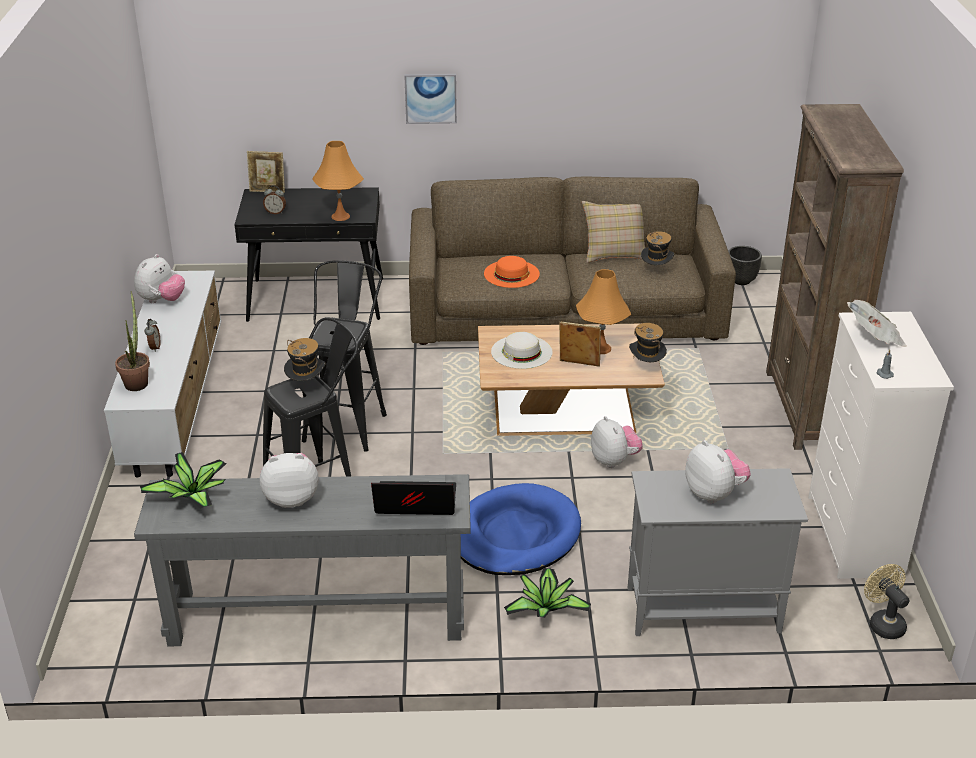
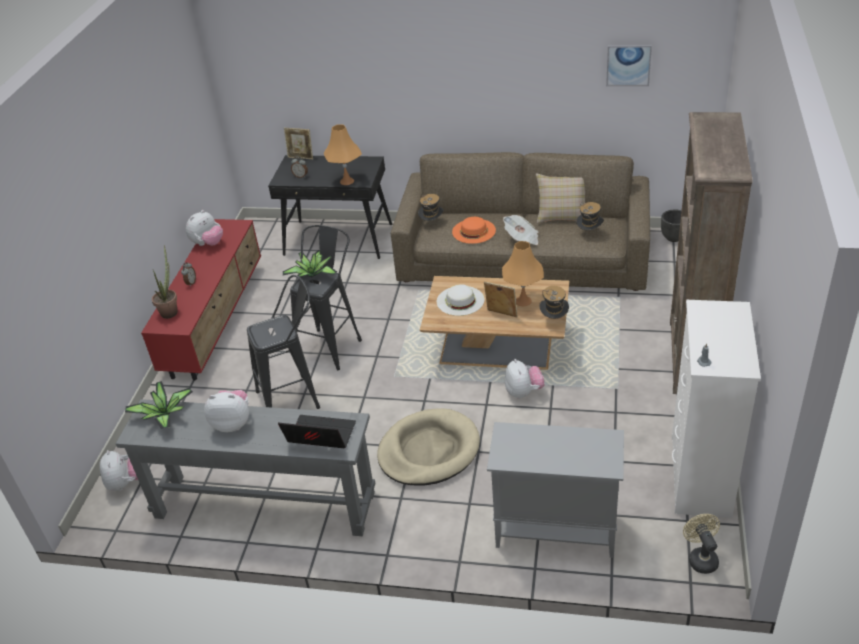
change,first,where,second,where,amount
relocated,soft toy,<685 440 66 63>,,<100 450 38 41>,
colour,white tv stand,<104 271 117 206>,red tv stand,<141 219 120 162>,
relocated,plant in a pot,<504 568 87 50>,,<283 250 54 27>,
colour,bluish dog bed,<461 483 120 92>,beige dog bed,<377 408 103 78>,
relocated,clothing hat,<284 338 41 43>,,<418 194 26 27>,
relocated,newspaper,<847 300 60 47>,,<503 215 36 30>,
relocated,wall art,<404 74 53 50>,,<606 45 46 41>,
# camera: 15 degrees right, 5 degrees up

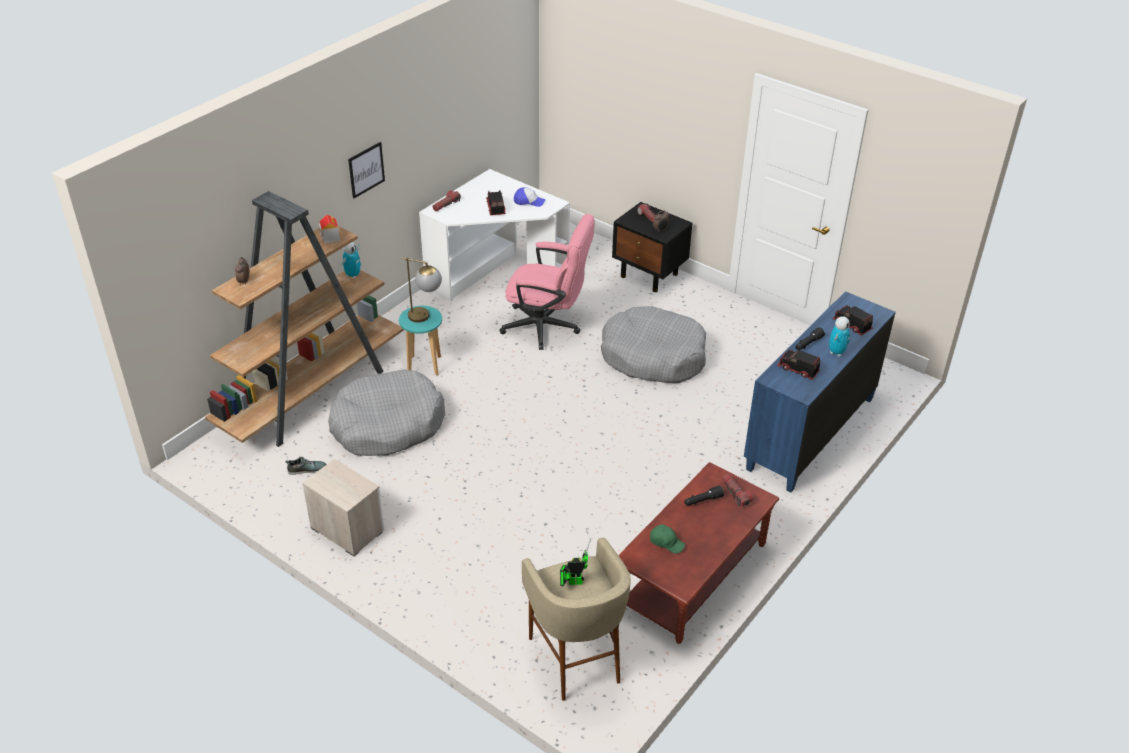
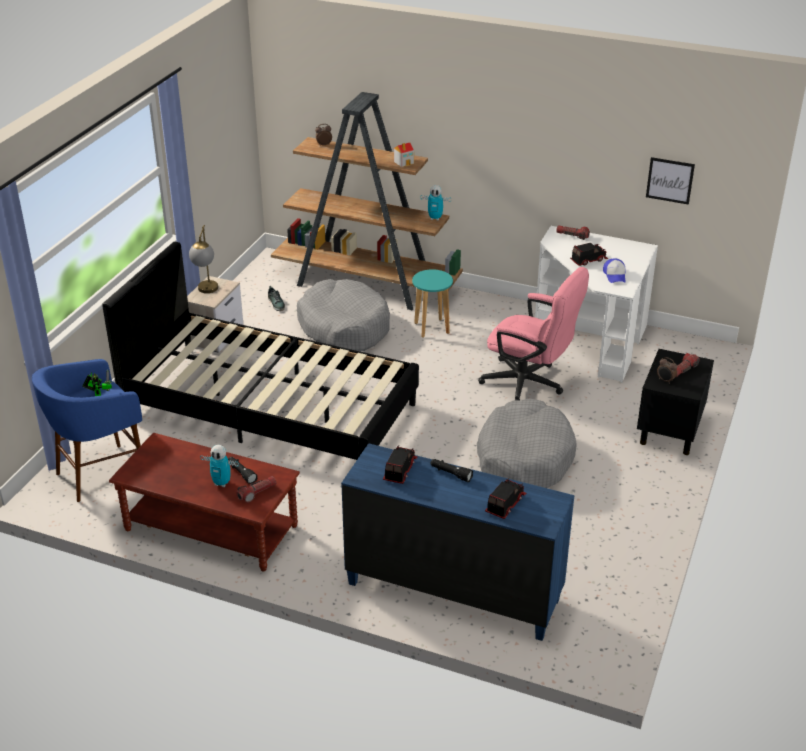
change,first,where,second,where,amount
colour,beige sitting stool,<522 538 109 163>,bluish sitting stool,<32 359 110 143>,
appeared,,,black bedroom bed,<102 242 317 218>,
relocated,lamp for a table,<401 257 41 66>,,<189 225 29 68>,
relocated,model robot,<829 316 21 40>,,<200 445 39 42>,
spun,pink office chair,<499 214 96 136>,,<478 267 111 133>,60 degrees counterclockwise
relocated,wall art,<348 142 37 57>,,<646 157 49 48>,
missing,green cap,<650 524 35 30>,,,
# camera: 75 degrees right, 5 degrees down

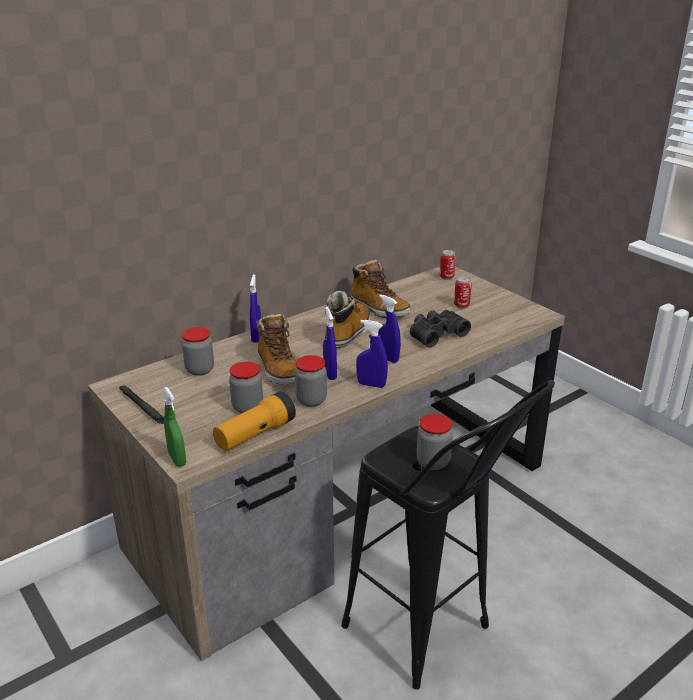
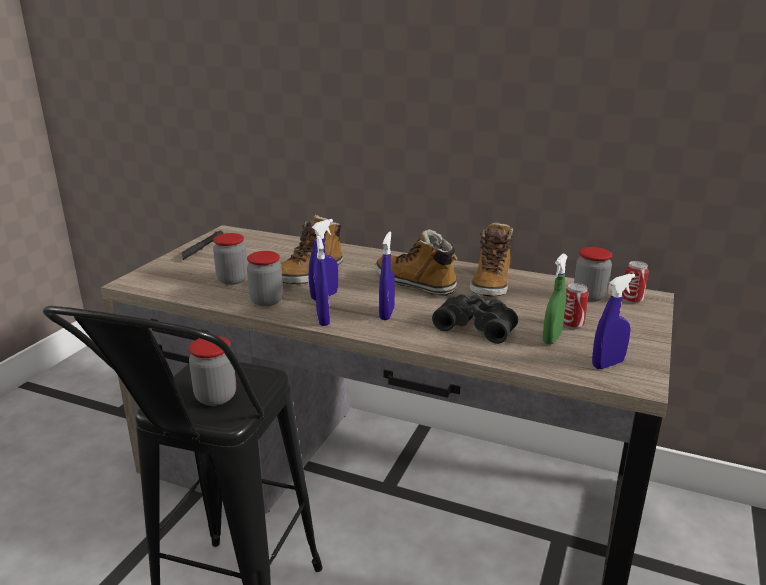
change,first,where,second,where,amount
spun,tall boot,<325 291 46 57>,,<375 229 82 66>,135 degrees counterclockwise
relocated,green sprayer,<162 387 24 80>,,<543 254 25 91>,
relocated,preserve jar,<182 327 32 49>,,<574 247 38 55>,
relocated,bluish sprayer,<250 274 11 69>,,<592 273 43 96>,
missing,torch,<213 391 83 60>,,,
# camera: 60 degrees right, 5 degrees down

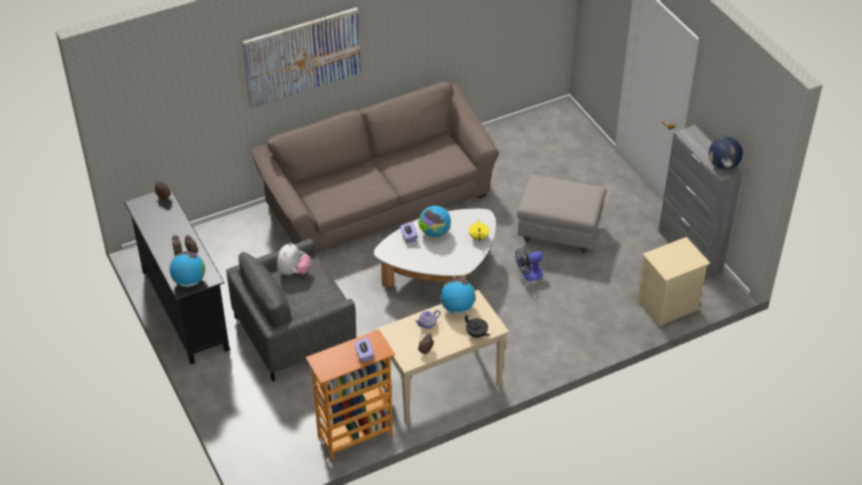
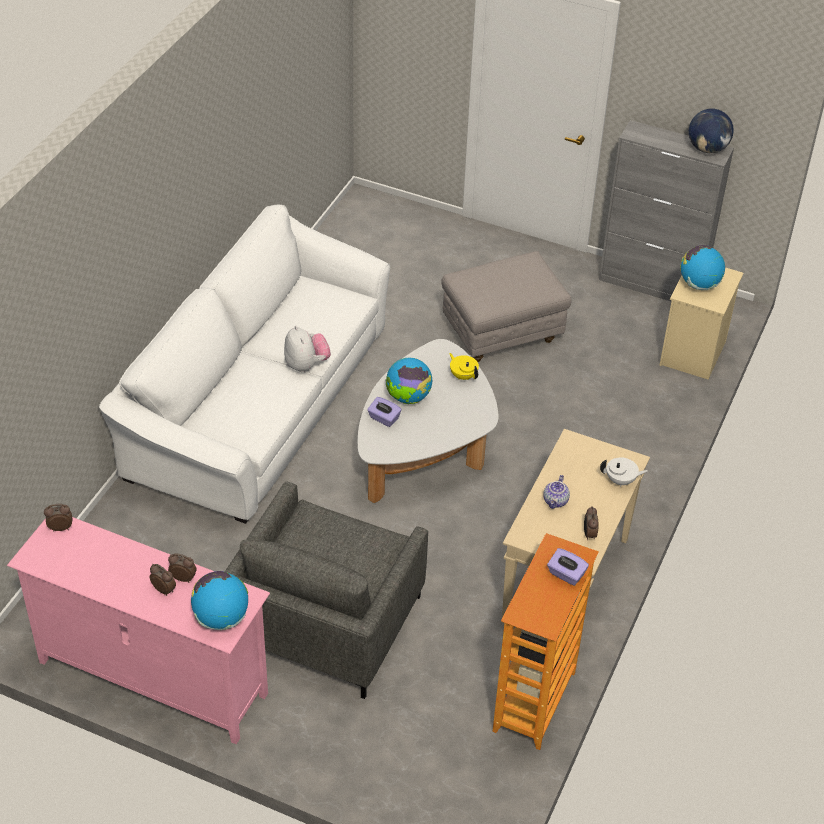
change,first,where,second,where,amount
colour,black tv stand,<124 187 106 178>,pink tv stand,<7 517 263 227>,
colour,brown-coloured sofa,<252 81 247 174>,white sofa,<99 205 291 319>,
relocated,soft toy,<277 242 34 33>,,<284 326 47 46>,
colour,black tea pot,<465 315 25 23>,white tea pot,<600 457 48 30>,
relocated,desk globe,<440 278 36 36>,,<681 245 44 45>,
missing,wall art,<242 7 119 101>,,,
missing,electric fan,<515 248 28 33>,,,
# camera: 40 degrees left, 0 degrees up

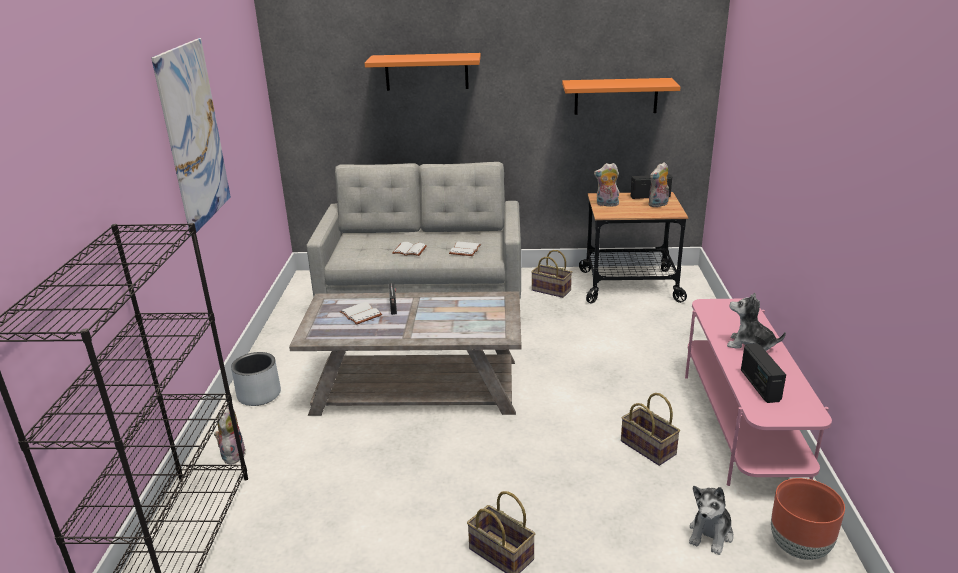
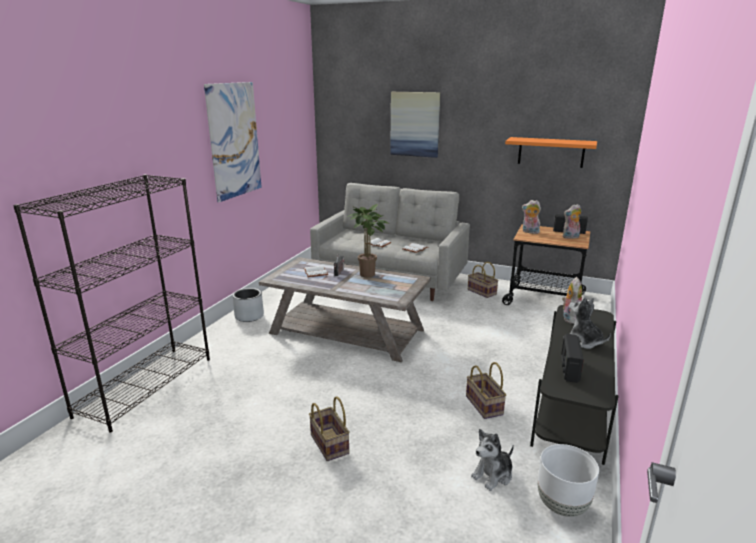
change,first,where,second,where,amount
appeared,,,plant in a pot,<347 204 42 73>,
exchanged,orangey bracket shelf,<365 53 116 38>,wall art,<390 92 50 66>,
colour,pink tv stand,<685 299 147 187>,grey tv stand,<530 305 89 160>,
colour,brown-coloured flower pot,<771 478 74 82>,white flower pot,<538 444 61 73>,
relocated,soft toy,<214 405 32 60>,,<562 277 20 47>,
# camera: 20 degrees right, 5 degrees down

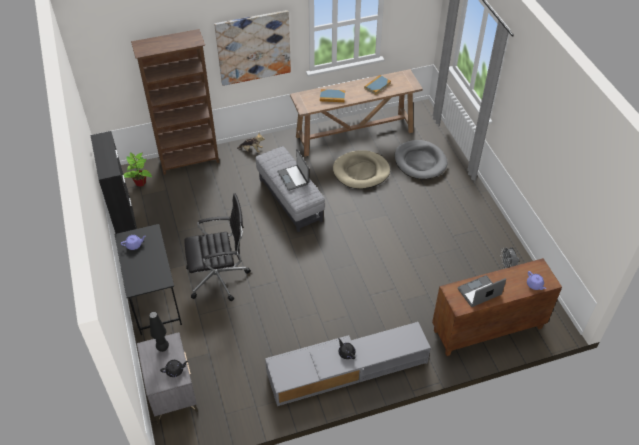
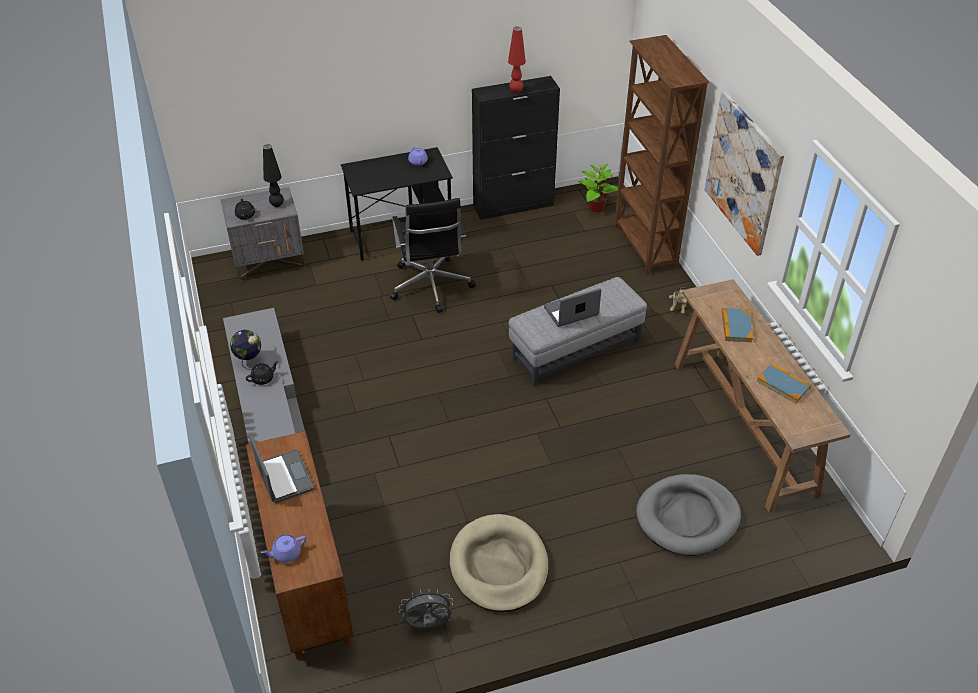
change,first,where,second,where,amount
appeared,,,desk globe,<230 330 31 40>,
relocated,beige dog bed,<333 150 57 39>,,<450 514 99 98>,
appeared,,,red lamp for a table,<508 27 18 66>,
# camera: 90 degrees right, 5 degrees down

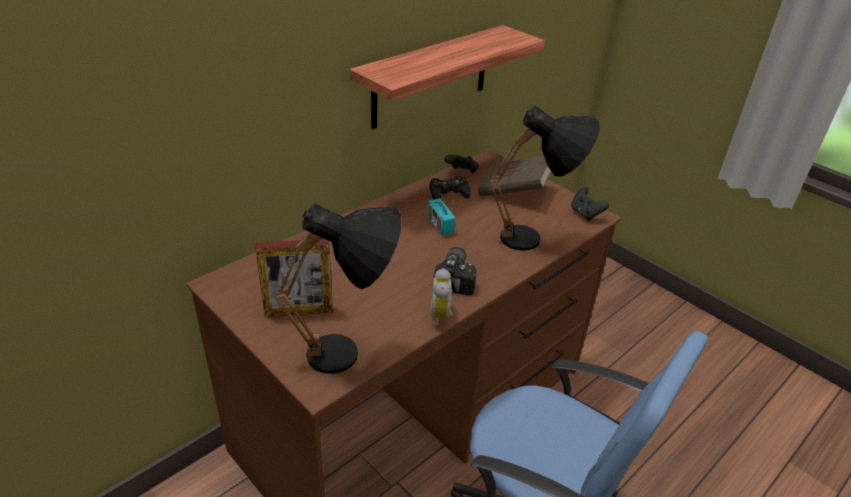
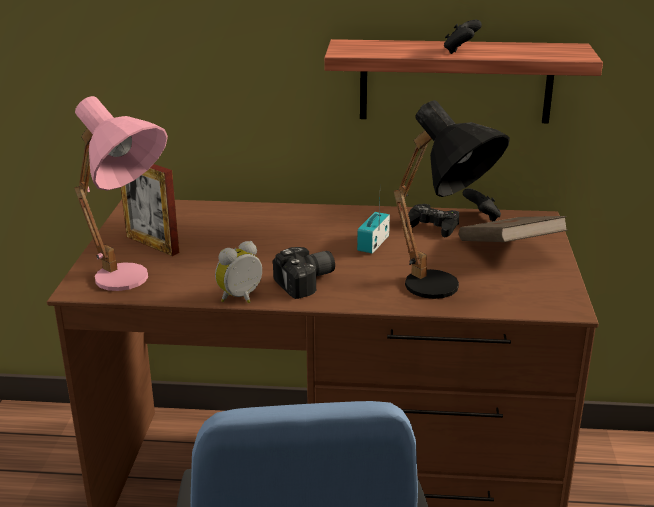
change,first,where,second,where,amount
colour,black lamp for a table,<276 203 125 171>,pink lamp for a table,<74 96 94 195>,
relocated,black joypad,<571 187 38 34>,,<444 20 38 34>,
# camera: 50 degrees right, 10 degrees down

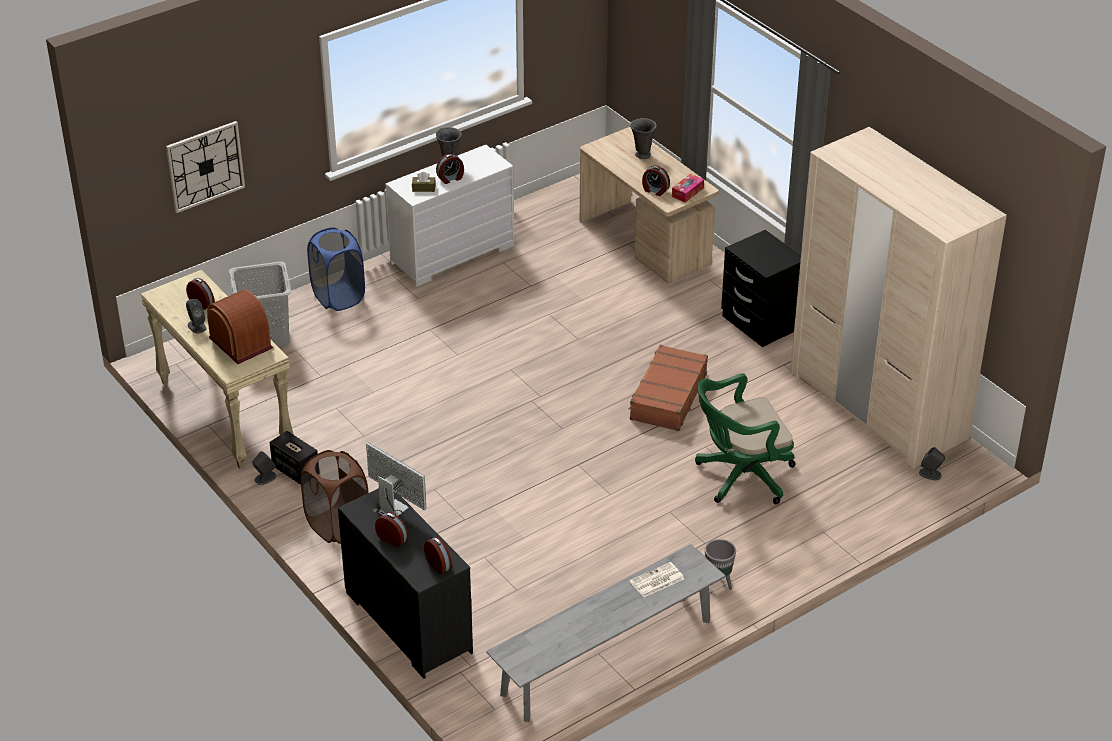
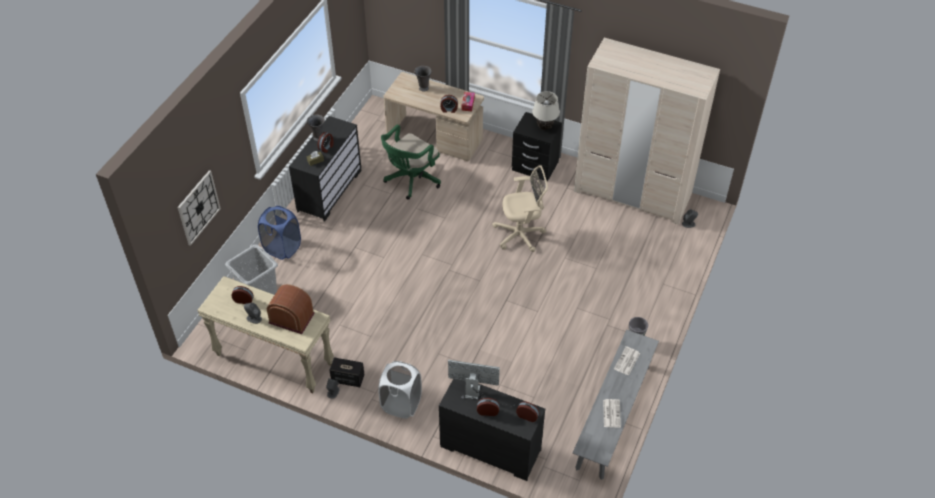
change,first,where,second,where,amount
colour,white chest of drawers,<385 145 129 142>,black chest of drawers,<289 116 72 106>,
colour,brown-coloured hamper,<301 450 68 94>,white hamper,<378 361 44 58>,
relocated,green office chair,<695 373 100 131>,,<381 124 60 76>,
exchanged,brown-coloured suitcase,<628 345 80 86>,beige office chair,<492 165 56 87>,
appeared,,,beige lamp for a table,<532 91 28 39>,
appeared,,,newspaper,<603 399 18 29>,
# camera: 30 degrees left, 10 degrees up

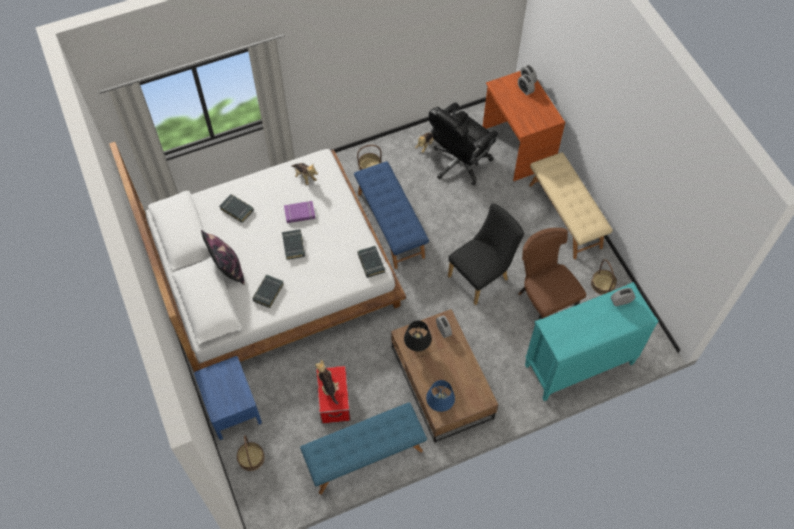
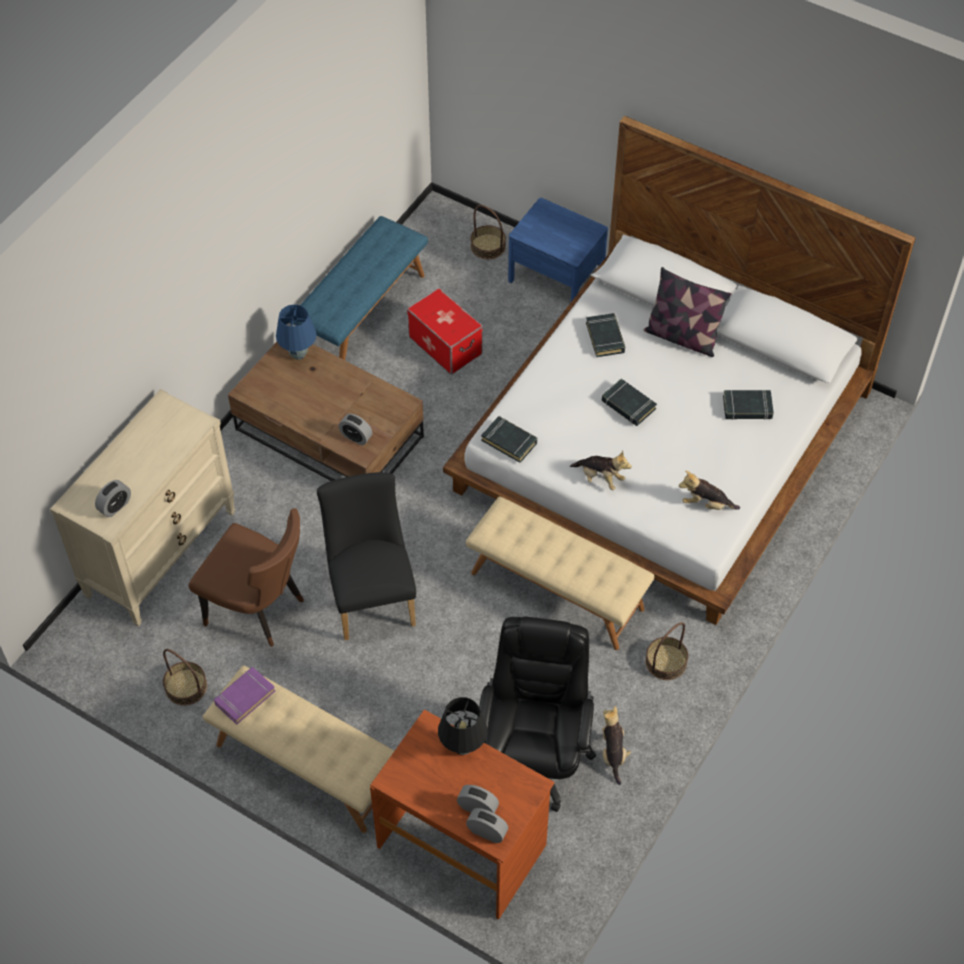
change,first,where,second,where,amount
colour,turquoise-coloured chest of drawers,<525 282 134 119>,beige chest of drawers,<50 389 185 237>,
relocated,purple-coloured bound book,<284 201 31 22>,,<214 667 61 58>,
spun,black plain chair,<448 203 76 102>,,<317 472 99 168>,150 degrees clockwise
relocated,black lamp for a table,<404 321 28 30>,,<438 697 50 58>,
colour,bluish long seat,<354 161 75 108>,beige long seat,<466 496 188 154>,
relocated,soft toy,<315 360 24 44>,,<570 451 62 39>,
# camera: 145 degrees right, 5 degrees down

